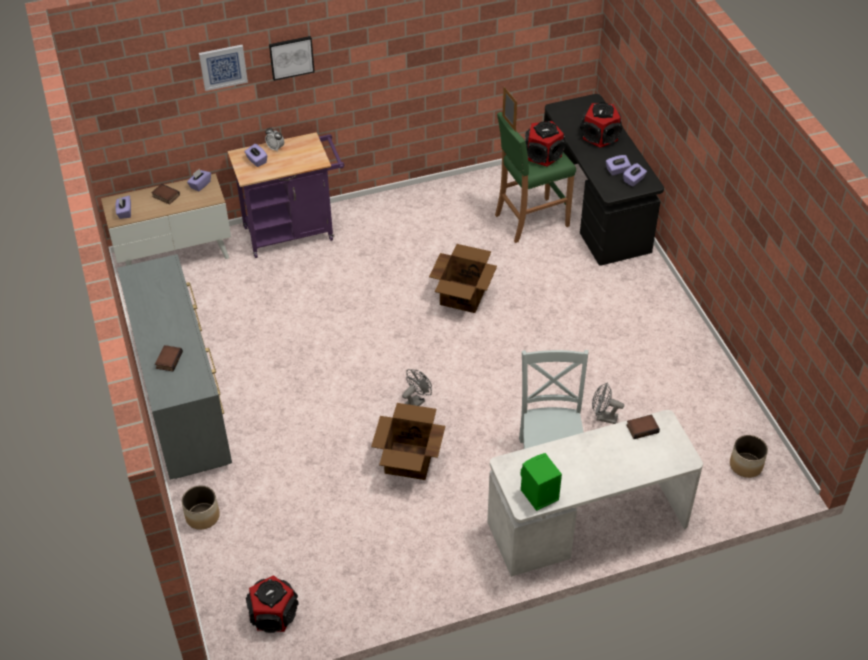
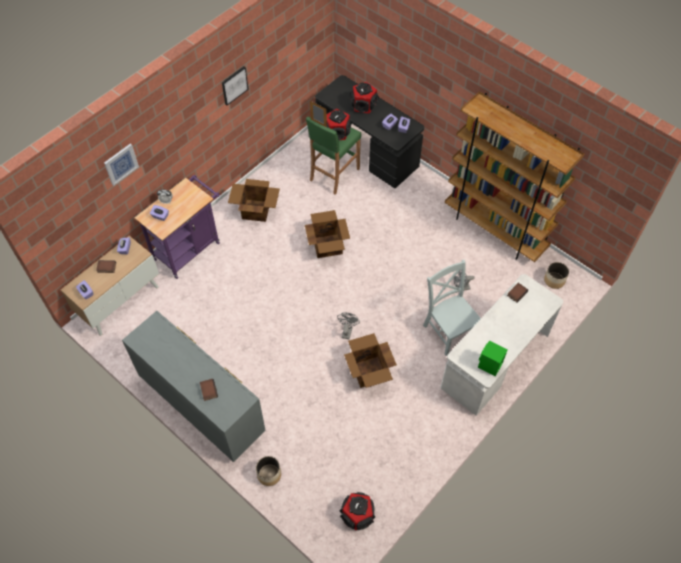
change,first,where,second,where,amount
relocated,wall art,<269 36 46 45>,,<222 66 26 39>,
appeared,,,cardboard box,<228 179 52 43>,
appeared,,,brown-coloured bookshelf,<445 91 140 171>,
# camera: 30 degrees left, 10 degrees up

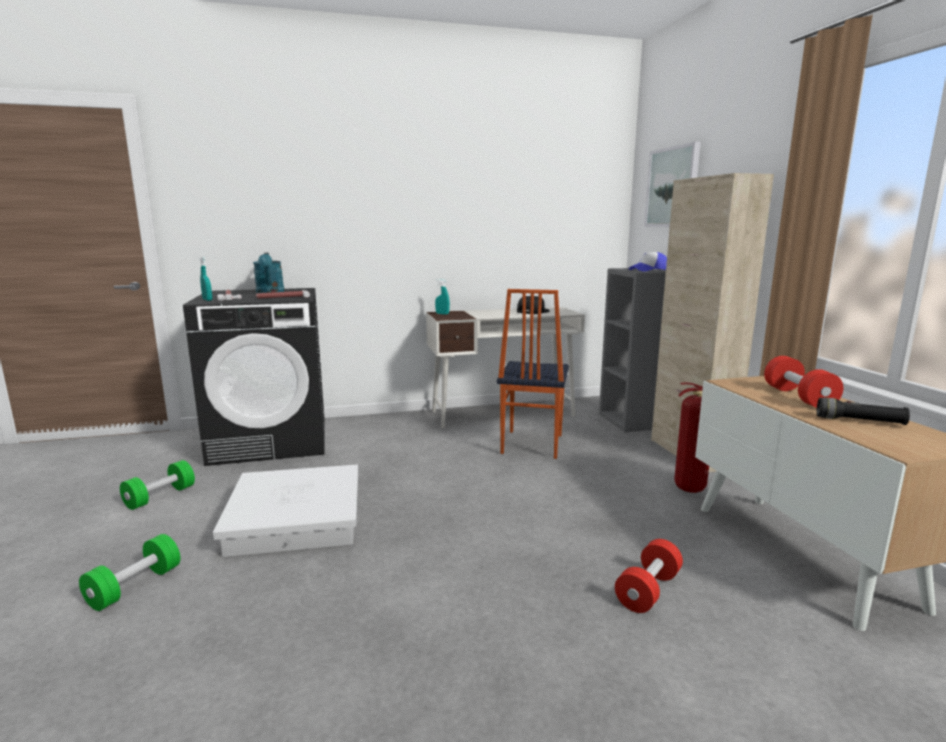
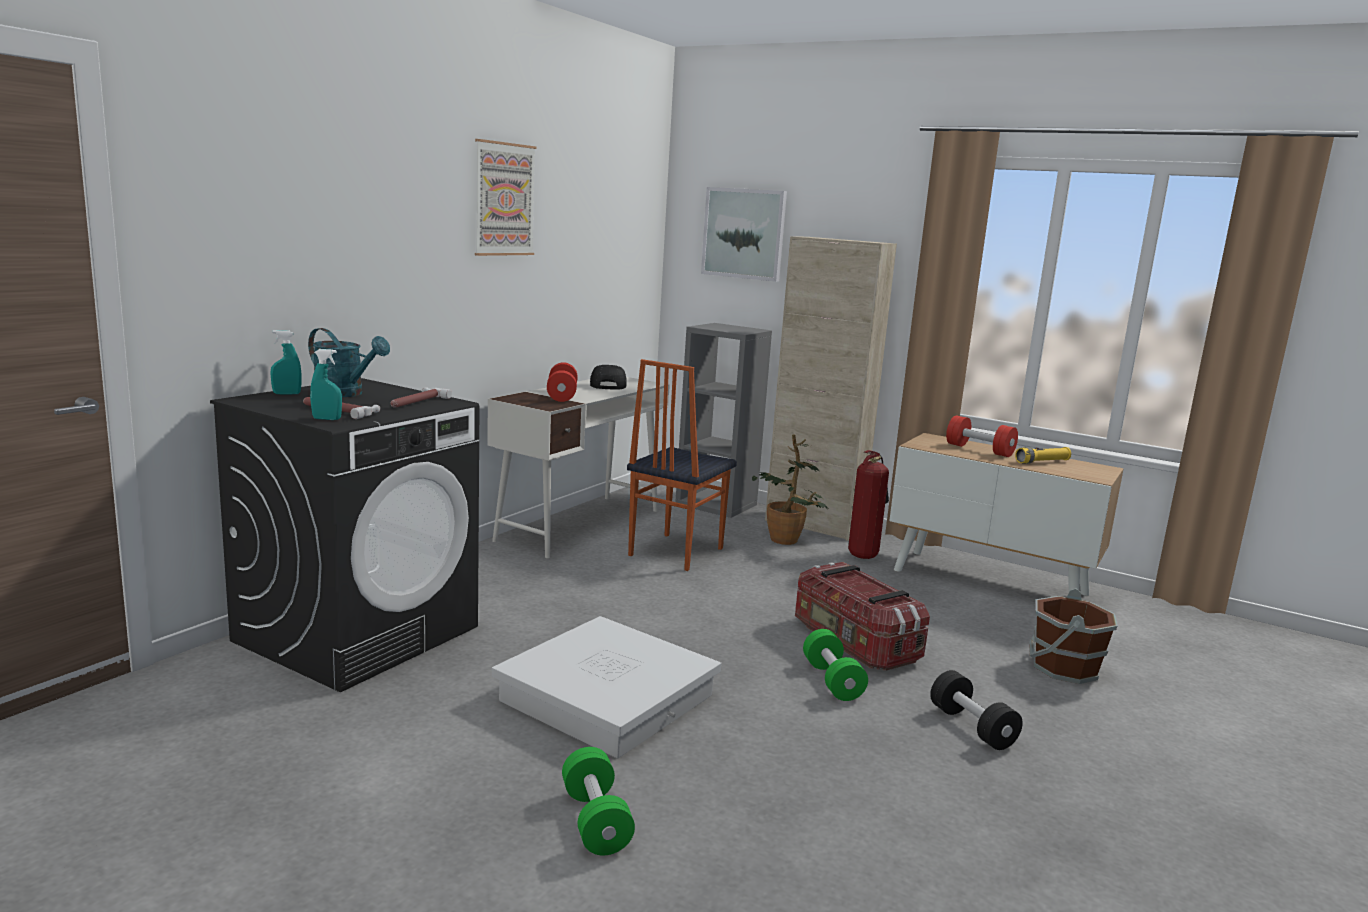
change,first,where,second,where,amount
relocated,turquoise-coloured sprayer,<435 279 15 36>,,<270 330 32 65>,
appeared,,,wall art,<475 139 62 117>,
relocated,red dumbbell,<615 539 68 74>,,<547 362 30 40>,
spun,plain chair,<497 289 72 170>,,<627 359 110 212>,60 degrees clockwise
appeared,,,plant in a pot,<752 434 76 111>,
appeared,,,storage bin,<795 562 135 109>,
relocated,green dumbbell,<120 460 75 50>,,<803 629 65 72>,
appeared,,,black dumbbell,<930 670 93 80>,
colour,black torch,<817 398 93 27>,yellow-coloured torch,<1015 447 56 17>,
appeared,,,brown-coloured water bucket,<1029 588 89 96>,
missing,cap,<629 252 38 20>,,,
# camera: 45 degrees left, 0 degrees up

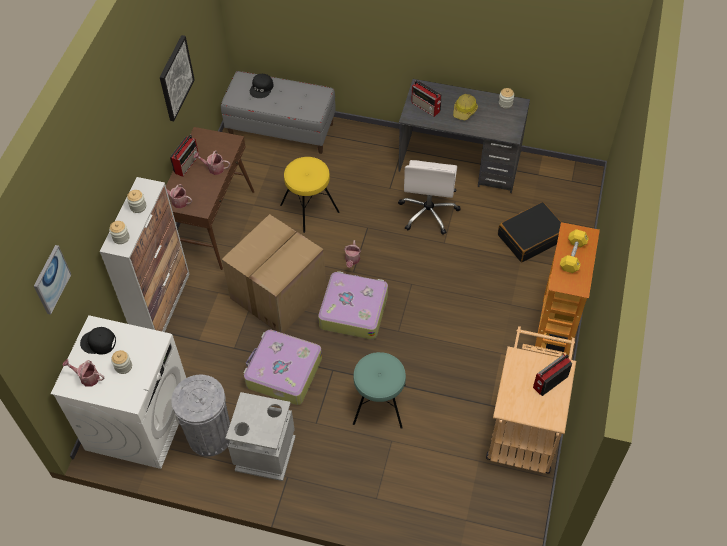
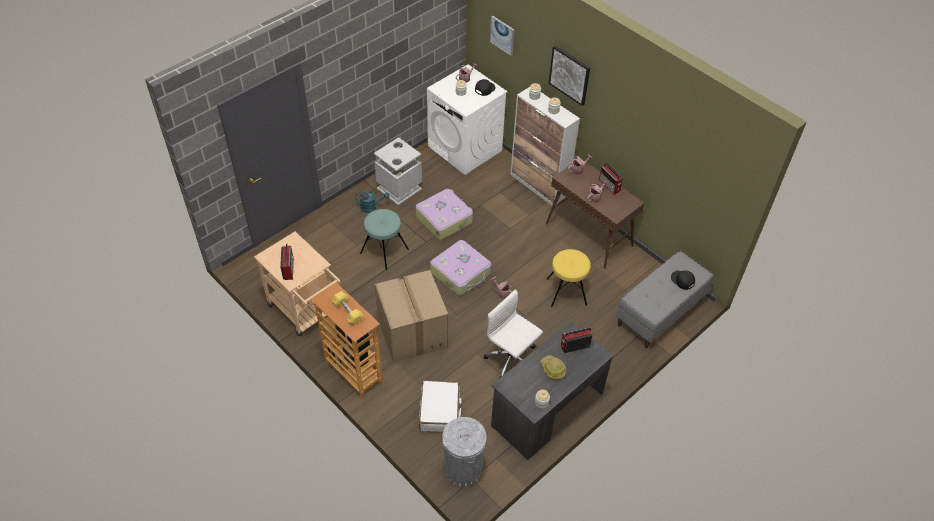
change,first,where,second,where,amount
appeared,,,turquoise-coloured watering pot,<355 191 34 22>,
relocated,cardboard box,<222 214 104 119>,,<375 270 73 92>,
colour,black suitcase,<498 202 63 60>,white suitcase,<419 380 43 52>,
relocated,grey trash can,<171 375 59 82>,,<442 417 44 70>,
relocated,wall art,<160 35 35 86>,,<549 45 41 61>,
# camera: 120 degrees right, 5 degrees down

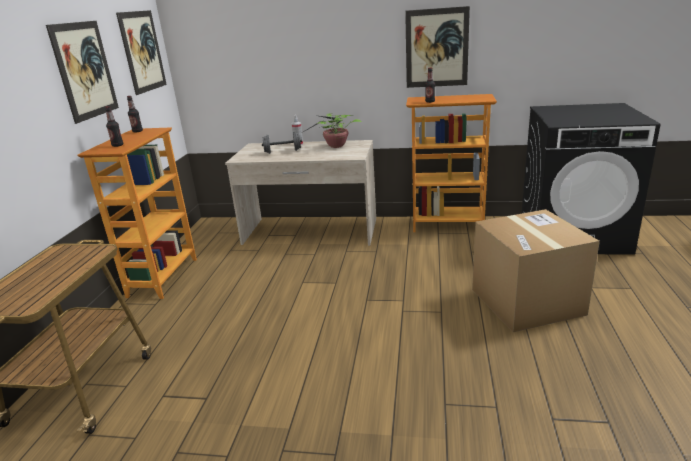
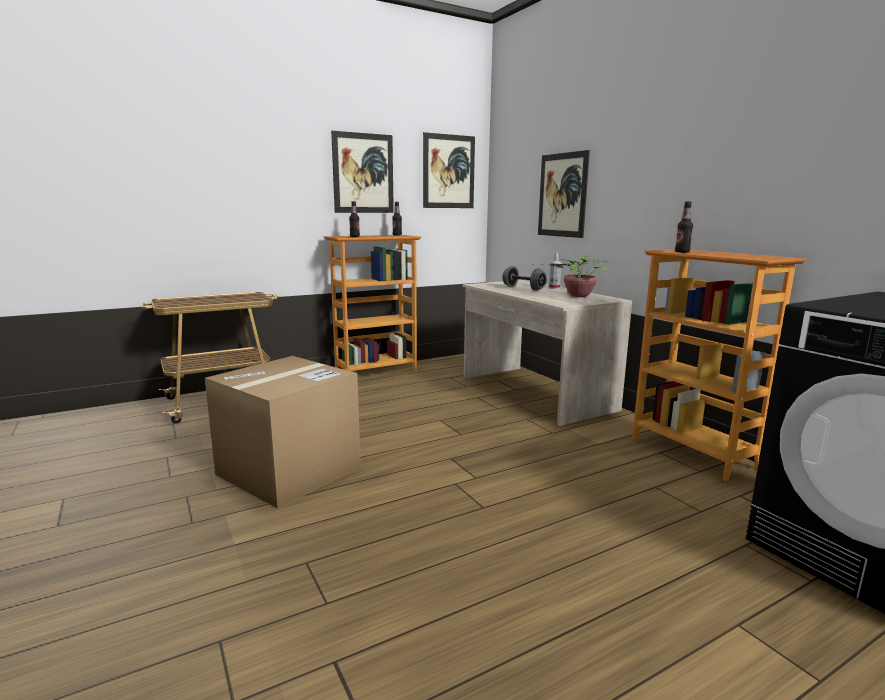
change,first,where,second,where,amount
relocated,cardboard box,<472 209 128 123>,,<205 356 156 153>,
relocated,wall art,<405 6 65 82>,,<538 150 52 88>,
# camera: 50 degrees right, 10 degrees down

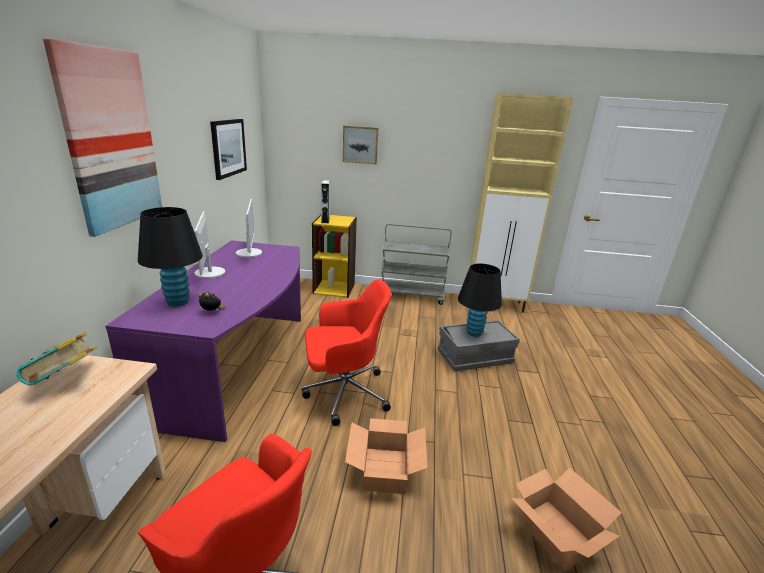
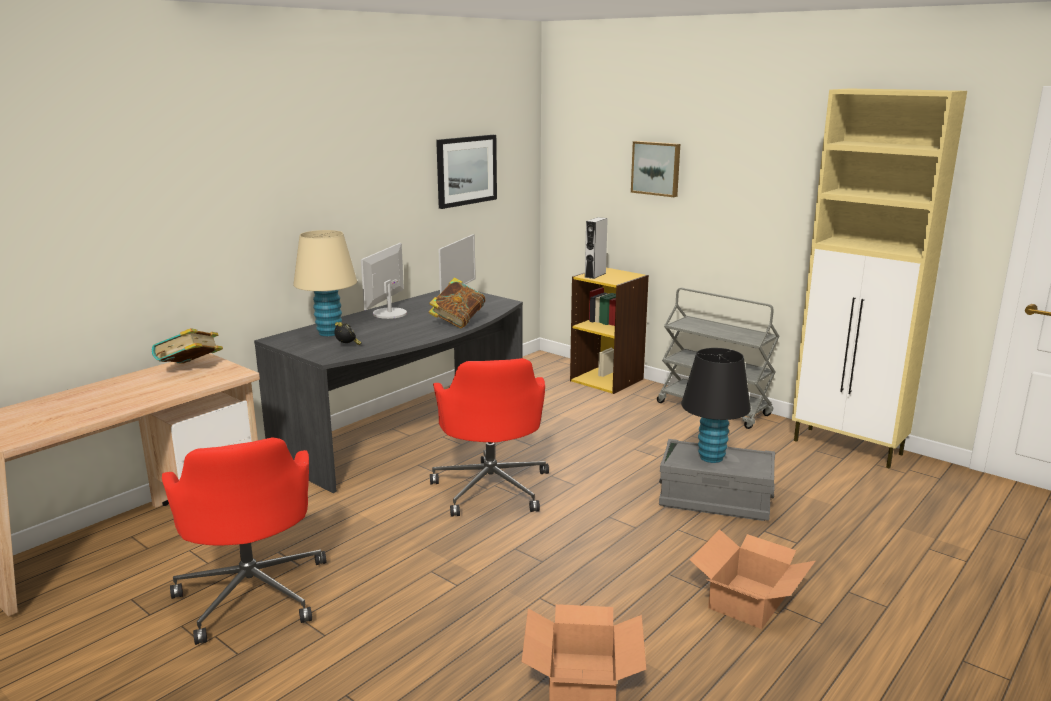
change,first,where,second,where,amount
colour,purple-coloured desk,<105 240 196 202>,grey desk,<254 290 269 203>,
colour,black lamp for a table,<138 207 65 99>,beige lamp for a table,<293 230 64 106>,
appeared,,,bound book,<429 277 56 51>,
spun,red office chair,<301 279 90 147>,,<430 358 119 159>,60 degrees clockwise
relocated,cardboard box,<345 418 82 76>,,<690 529 125 100>,
missing,wall art,<43 38 119 199>,,,
# camera: 35 degrees right, 5 degrees down

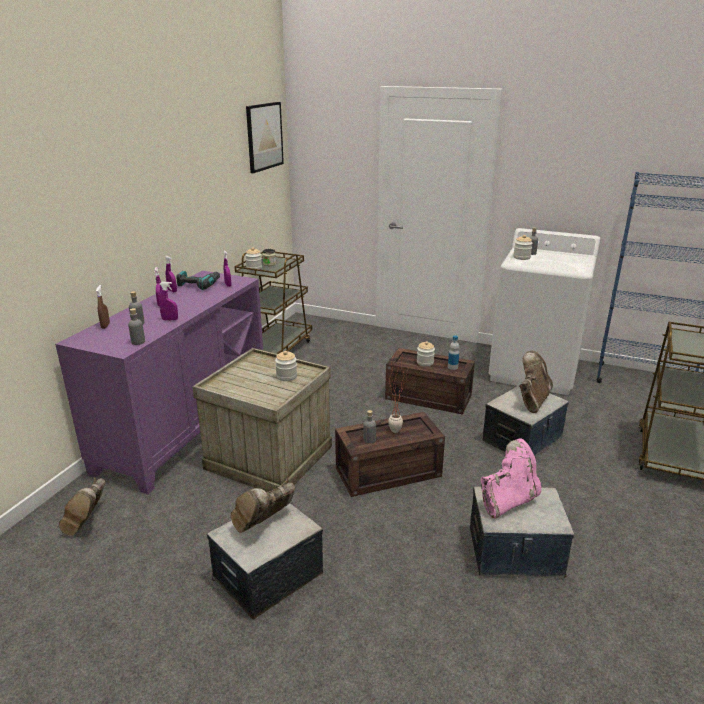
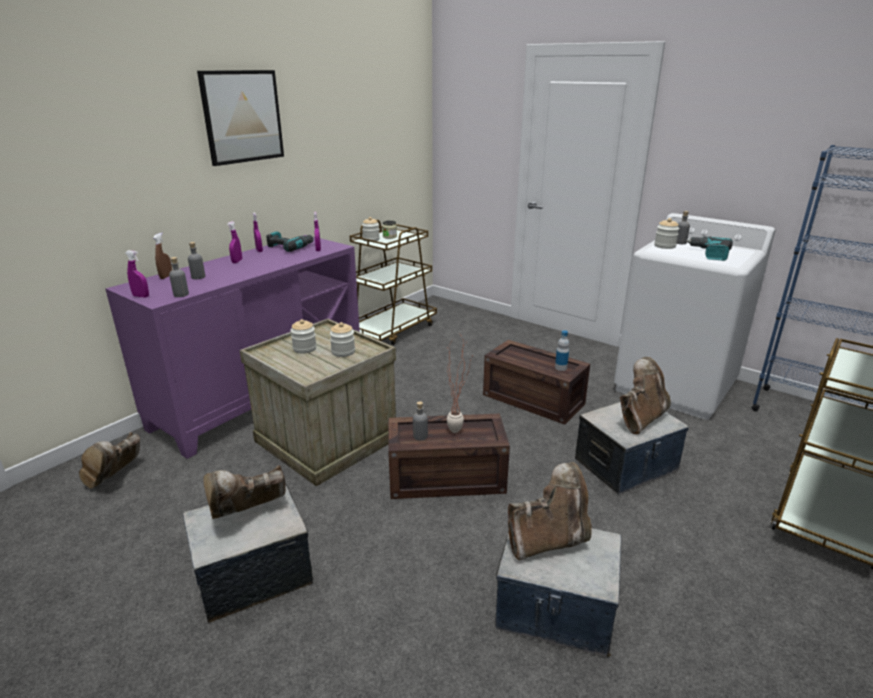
change,first,where,second,where,amount
relocated,purple-coloured sprayer,<159 282 19 39>,,<125 250 24 48>,
relocated,wall art,<246 102 38 71>,,<197 70 87 96>,
relocated,preserve jar,<417 341 18 25>,,<291 319 26 35>,
colour,pink tall boot,<481 438 60 81>,brown-coloured tall boot,<508 462 84 99>,
appeared,,,electric drill,<686 237 47 24>,
# camera: 15 degrees right, 0 degrees up

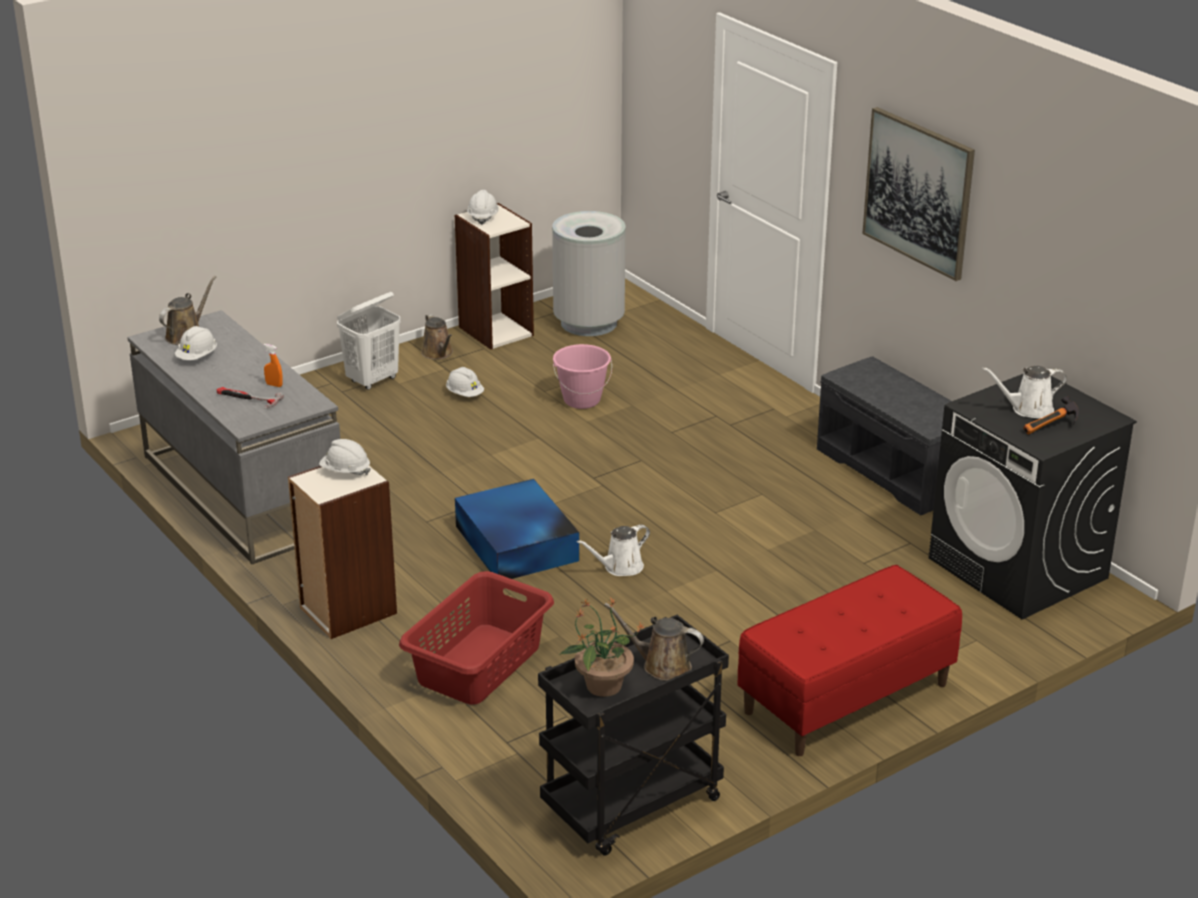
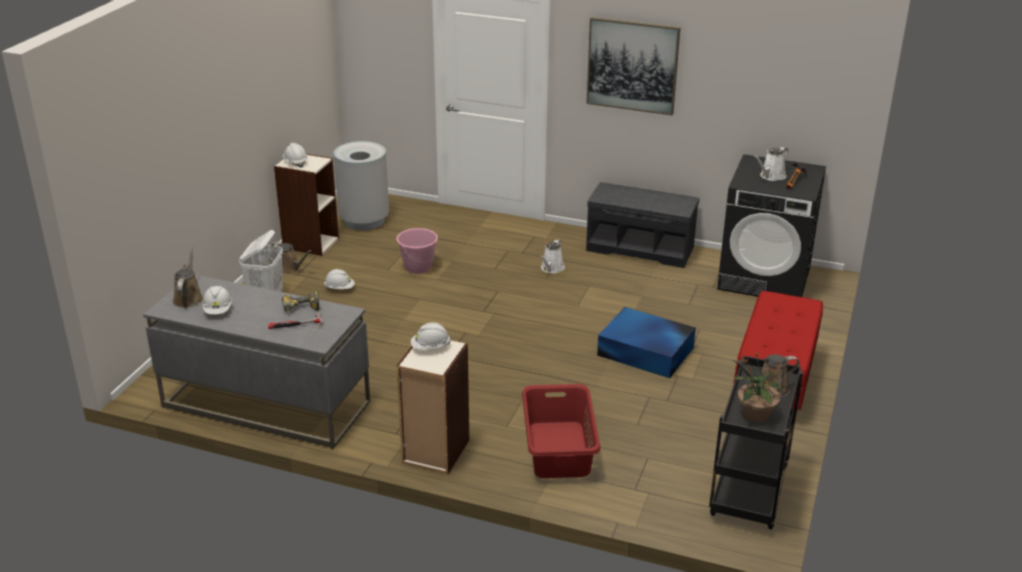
change,first,where,second,where,amount
exchanged,orangey sprayer,<264 344 18 43>,electric drill,<282 291 38 23>,
relocated,white watering pot,<577 524 73 52>,,<540 239 25 34>,
relocated,bluish storage bin,<455 479 124 100>,,<597 307 99 71>,
# camera: 35 degrees left, 0 degrees up

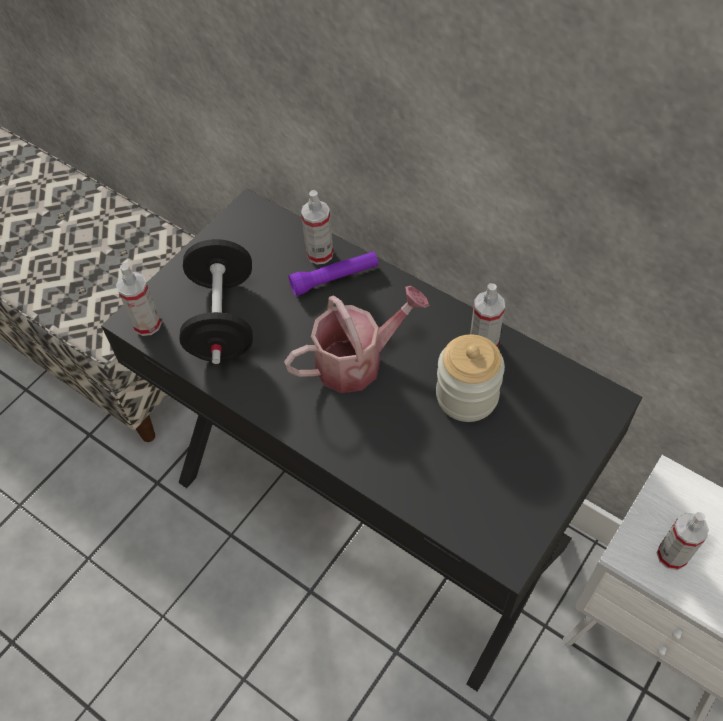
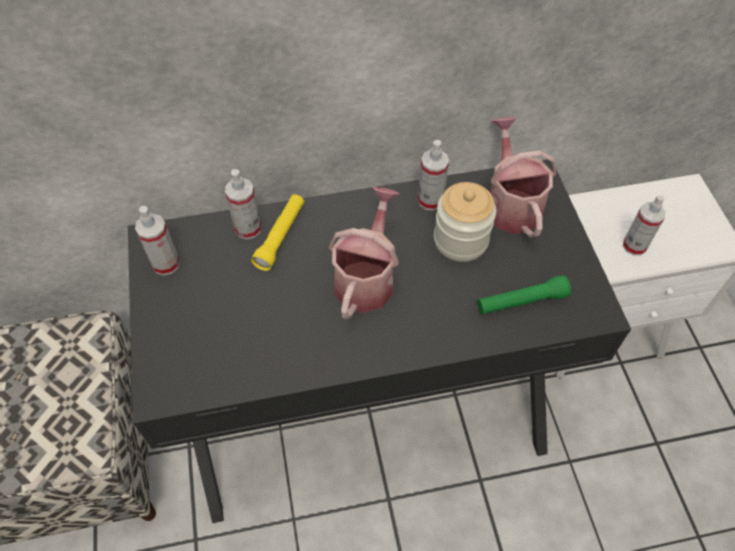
change,first,where,second,where,amount
relocated,sprayer,<116 263 46 73>,,<135 206 45 70>,
colour,purple-coloured torch,<288 251 90 45>,yellow-coloured torch,<251 194 53 77>,
appeared,,,green torch,<477 275 94 40>,
appeared,,,watering pot,<490 117 66 121>,
missing,black dumbbell,<179 239 74 125>,,,
# camera: 50 degrees left, 0 degrees up

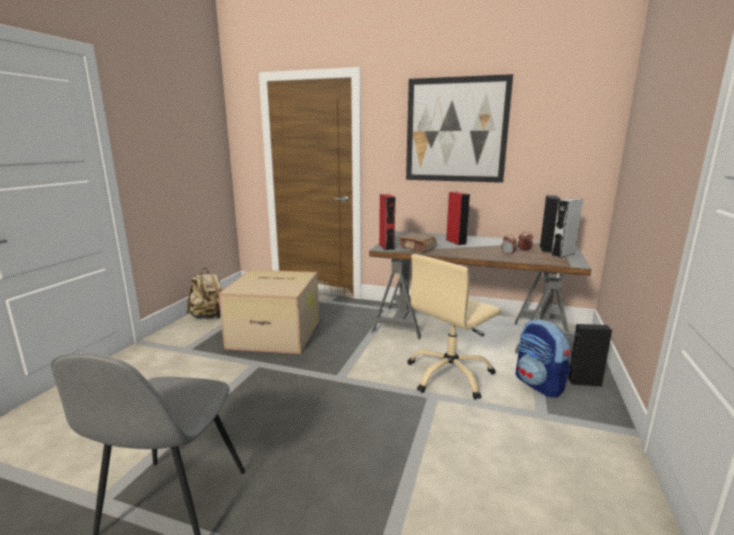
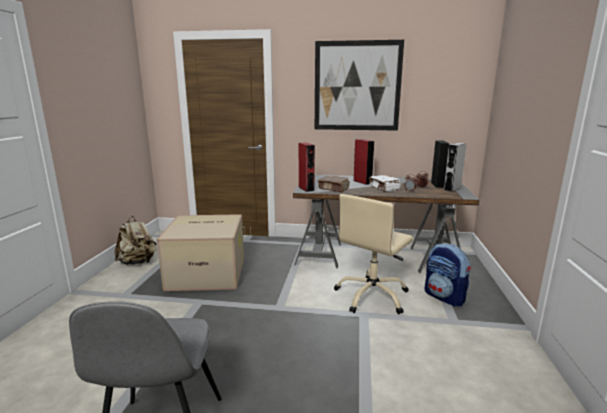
change,first,where,second,where,amount
appeared,,,white bound book,<369 175 32 17>,
missing,black loudspeaker,<567 324 45 62>,,,
# camera: 10 degrees left, 0 degrees up

